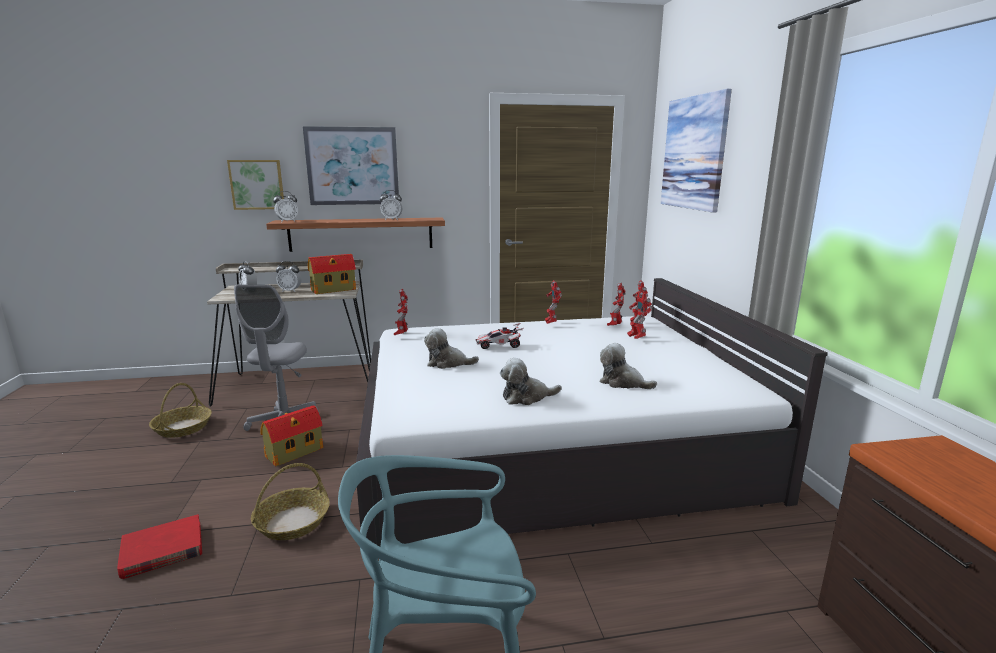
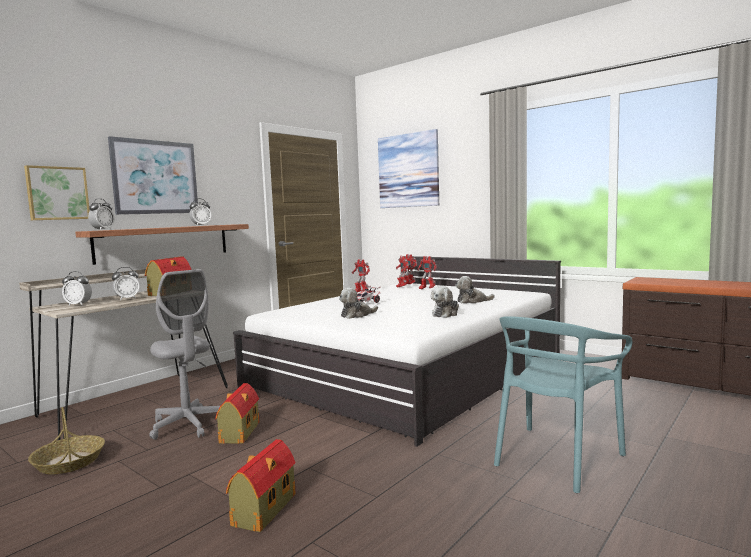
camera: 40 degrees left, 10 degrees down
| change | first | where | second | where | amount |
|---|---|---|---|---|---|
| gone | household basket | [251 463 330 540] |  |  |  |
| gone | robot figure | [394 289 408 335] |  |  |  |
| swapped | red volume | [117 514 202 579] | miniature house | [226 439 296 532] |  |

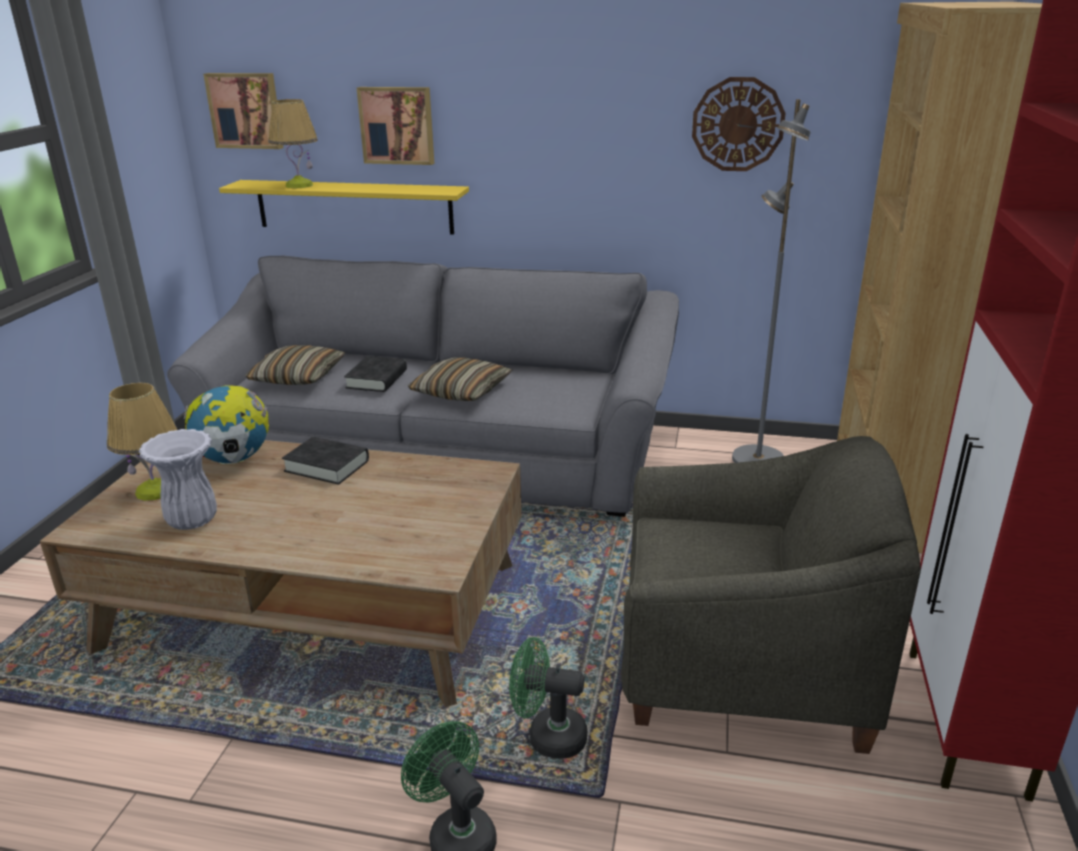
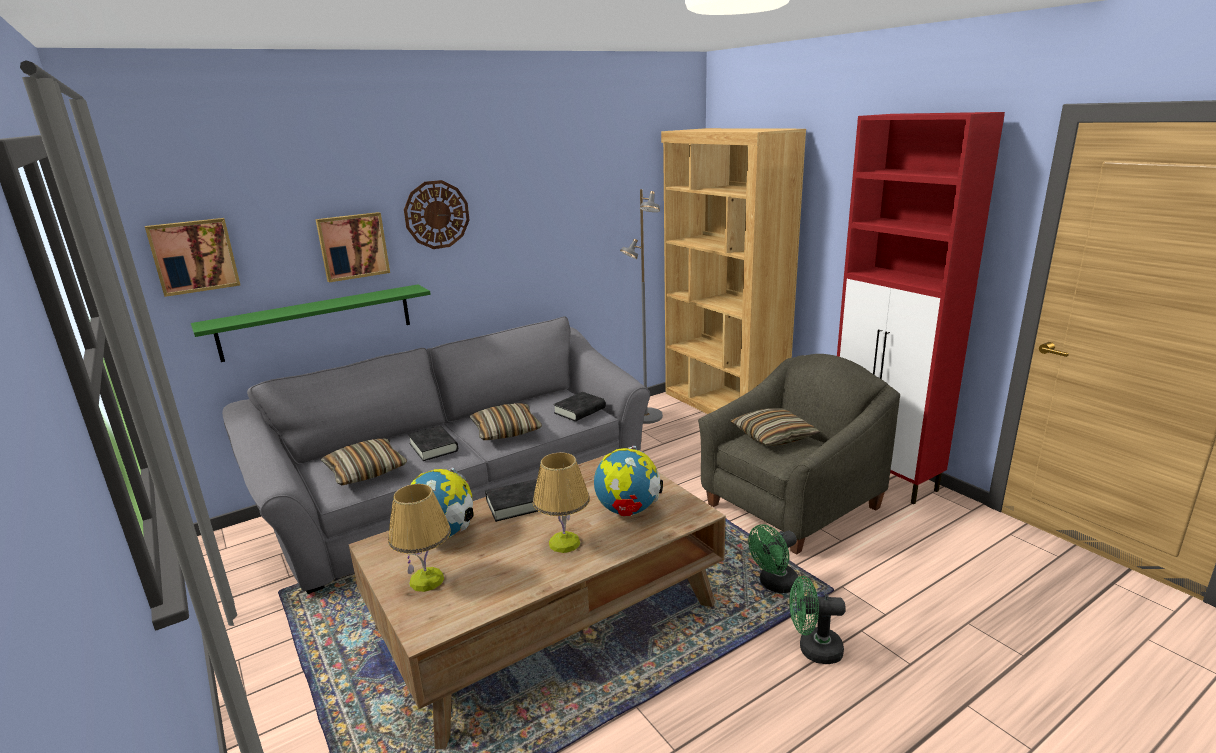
camera: 45 degrees left, 5 degrees down
| change | first | where | second | where | amount |
|---|---|---|---|---|---|
| gone | whitish flower vase | [139 429 217 530] |  |  |  |
| new |  |  | black-coloured volume | [553 392 606 421] |  |
| new |  |  | desk globe | [594 445 663 516] |  |
| new |  |  | throw pillow | [731 408 820 446] |  |
| shifted | lamp for a table | [268 99 318 188] |  | [533 452 590 553] |  |
| shifted | hanging clock | [692 77 786 171] |  | [404 180 469 249] |  |
| repainted | yellowish bracket shelf | [219 180 469 235] | green bracket shelf | [191 284 431 362] |  |

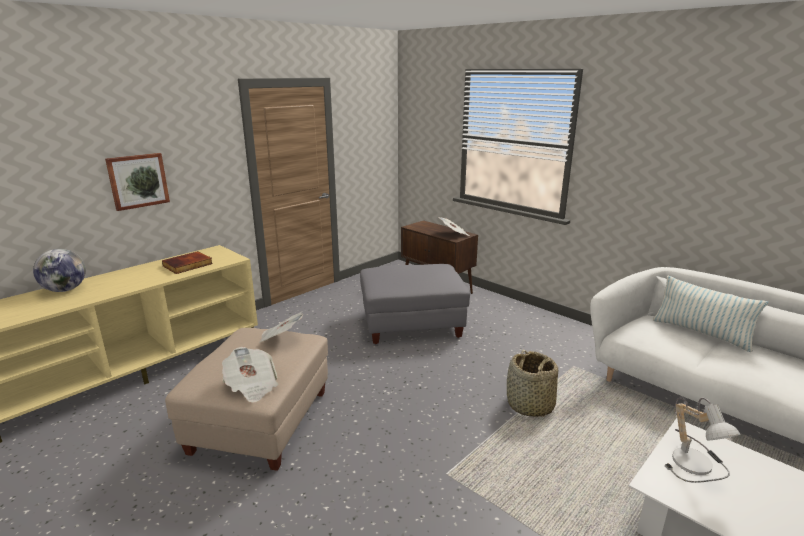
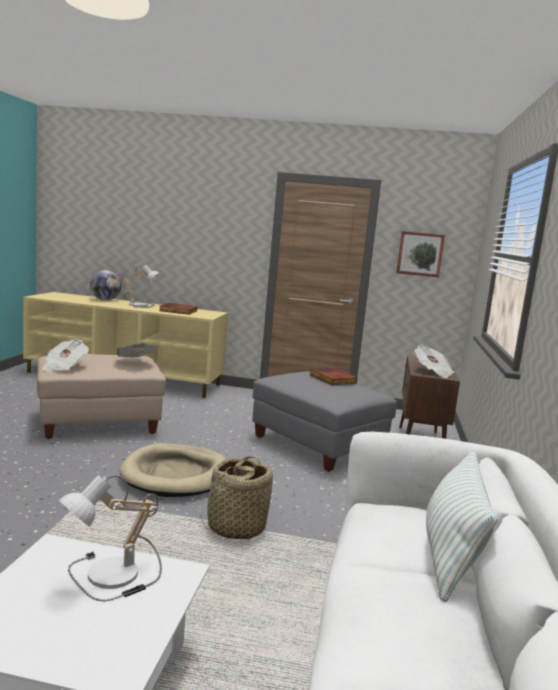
camera: 55 degrees right, 10 degrees down
| change | first | where | second | where | amount |
|---|---|---|---|---|---|
| new |  |  | beige pet bed | [119 443 227 497] |  |
| new |  |  | lamp for a table | [121 265 160 308] |  |
| new |  |  | volume | [310 368 357 385] |  |
| shifted | wall art | [105 153 170 211] |  | [396 231 445 277] |  |

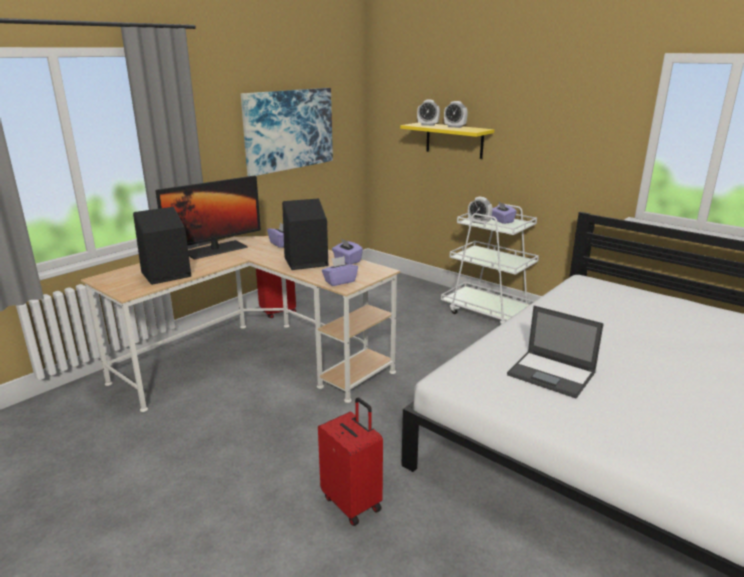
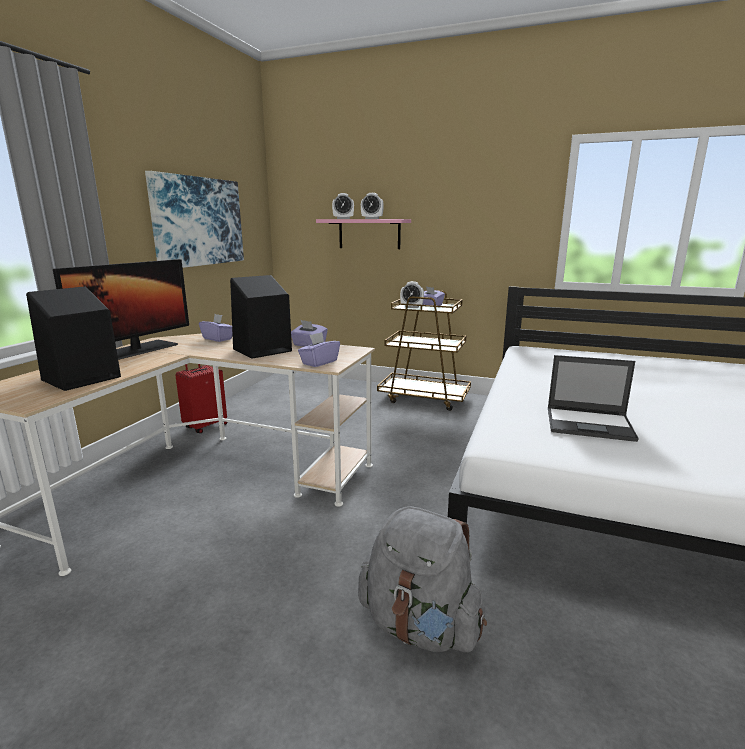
camera: 20 degrees left, 5 degrees down
| change | first | where | second | where | amount |
|---|---|---|---|---|---|
| swapped | red travel case | [318 398 383 526] | grey backpack | [358 506 487 652] |  |
| repainted | yellowish bracket shelf | [400 123 494 159] | pink bracket shelf | [316 219 411 249] |  |
| repainted | whitish cart | [441 204 539 324] | brown-coloured cart | [377 290 471 411] |  |

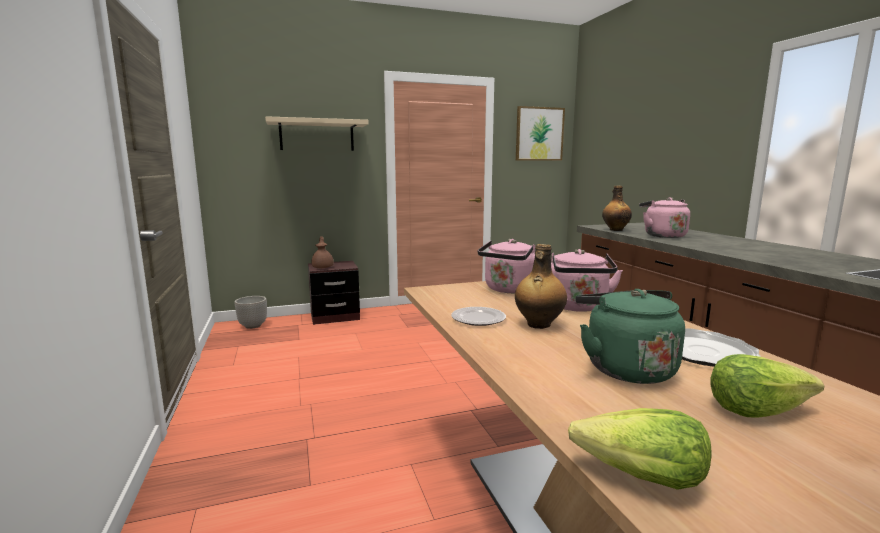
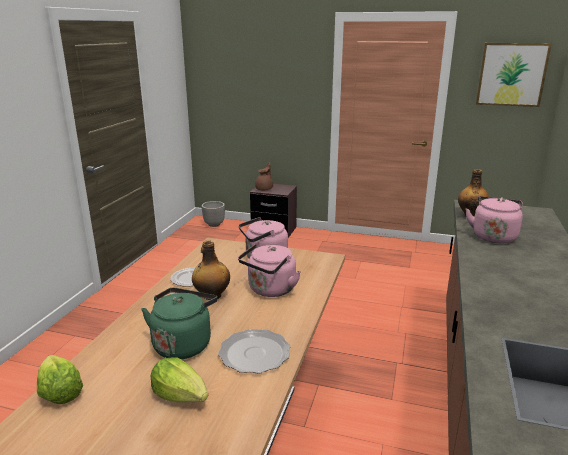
camera: 35 degrees right, 10 degrees up
| change | first | where | second | where | amount |
|---|---|---|---|---|---|
| gone | beige bracket shelf | [265 116 369 151] |  |  |  |

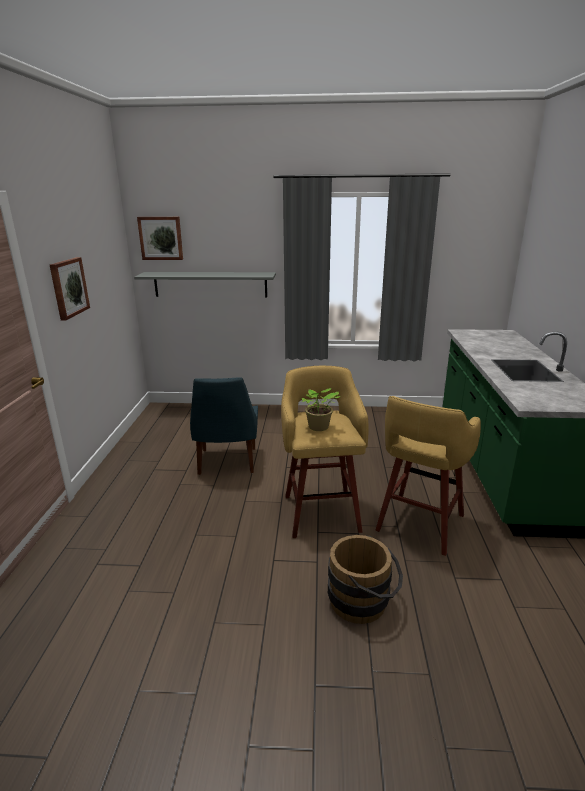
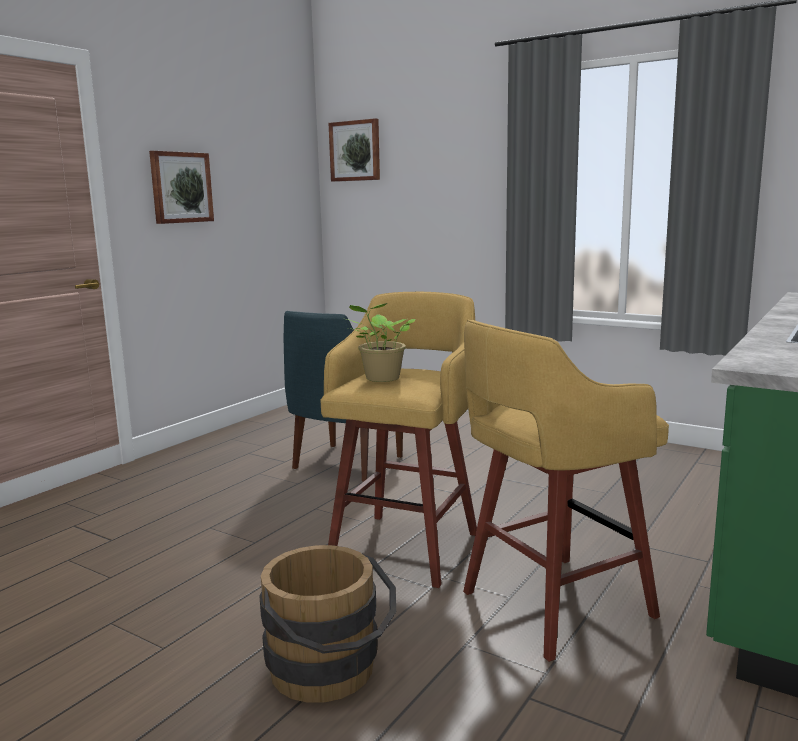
camera: 30 degrees right, 10 degrees down
| change | first | where | second | where | amount |
|---|---|---|---|---|---|
| gone | grey bracket shelf | [134 272 276 297] |  |  |  |

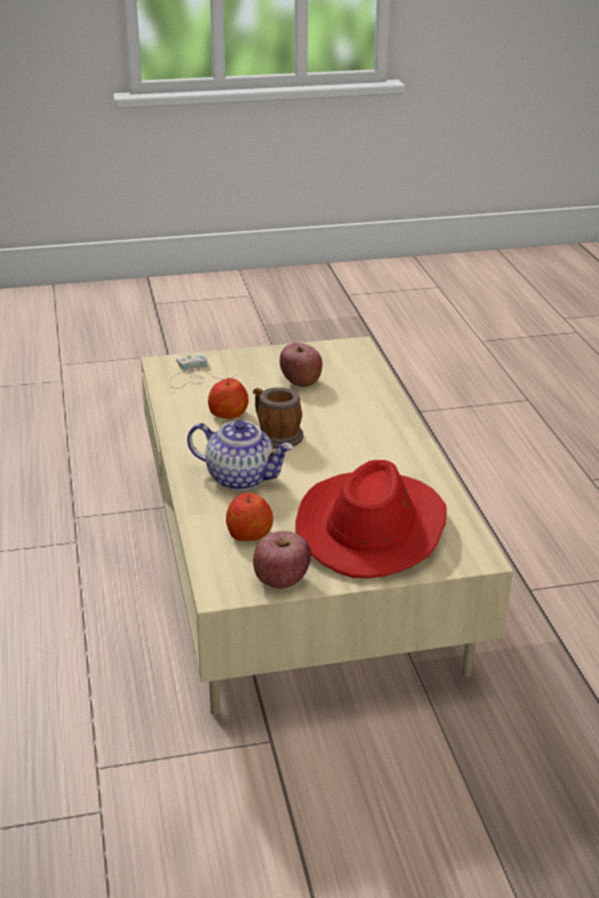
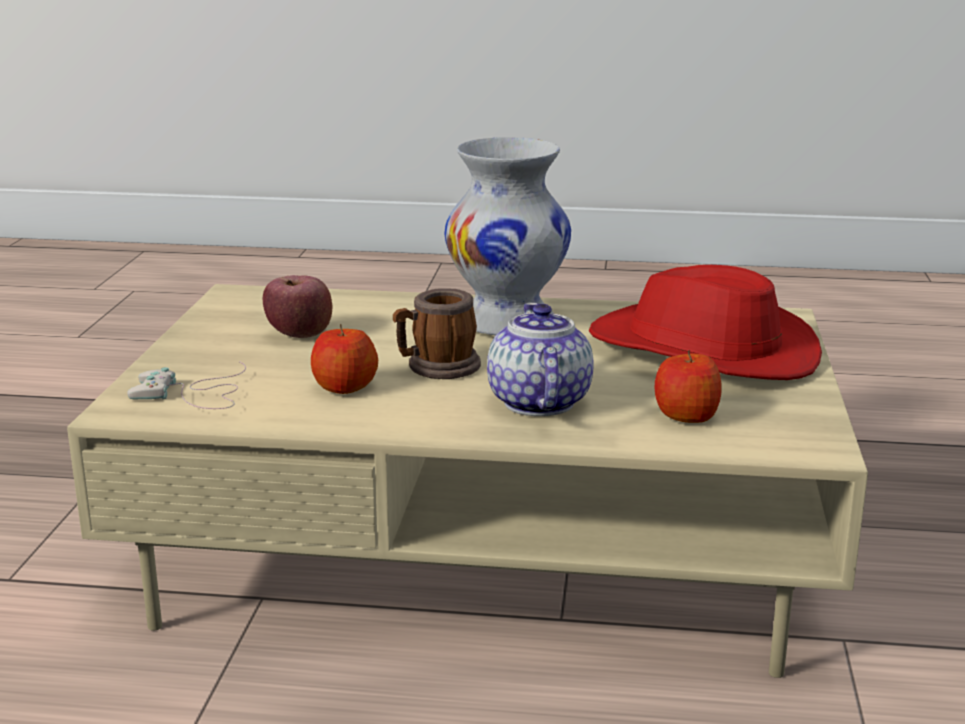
camera: 70 degrees left, 10 degrees down
| change | first | where | second | where | amount |
|---|---|---|---|---|---|
| gone | whole apple | [253 531 311 589] |  |  |  |
| new |  |  | whitish flower vase | [444 137 571 335] |  |
| rotated | teapot | [187 420 294 491] |  | [487 303 594 416] | 45 degrees counterclockwise |

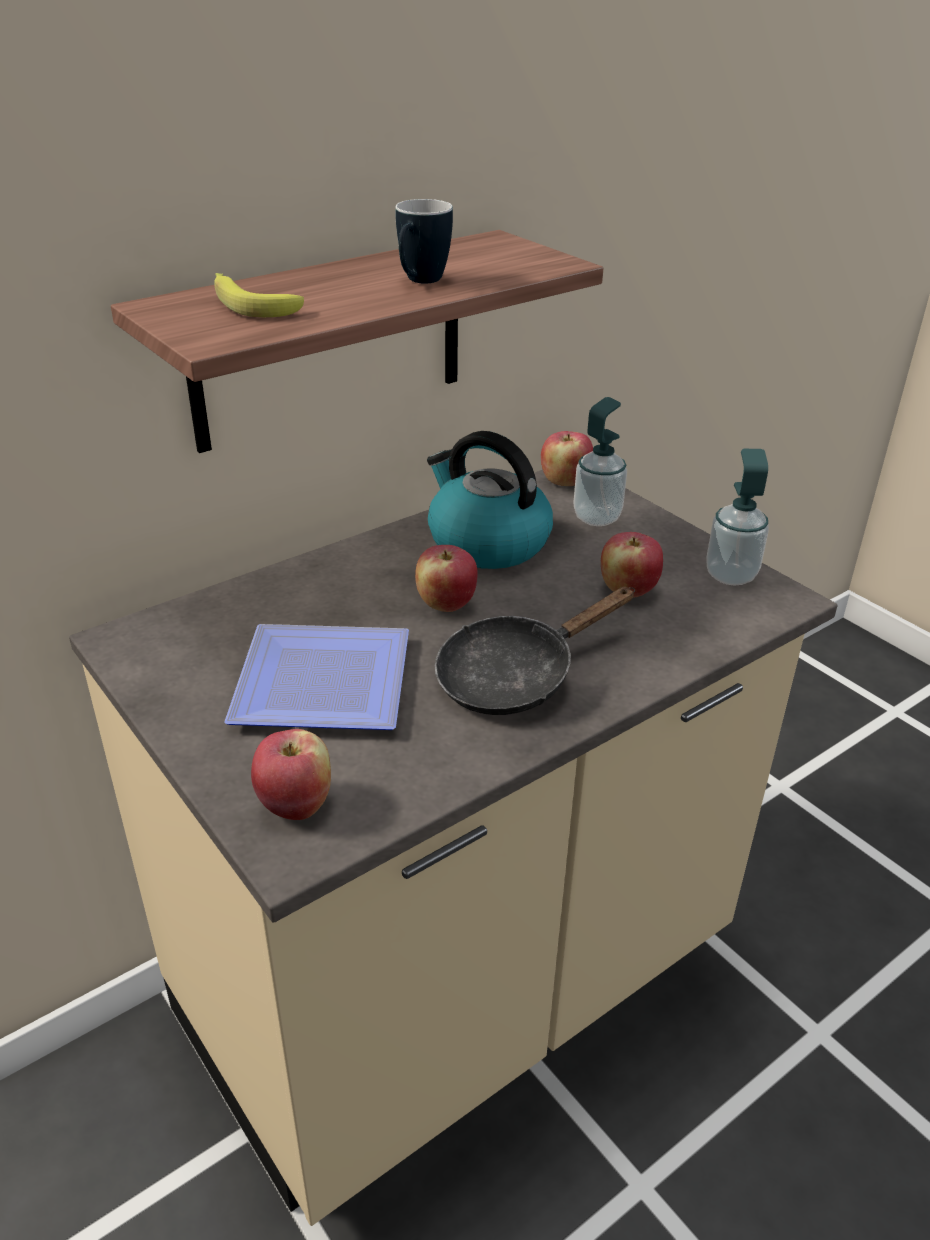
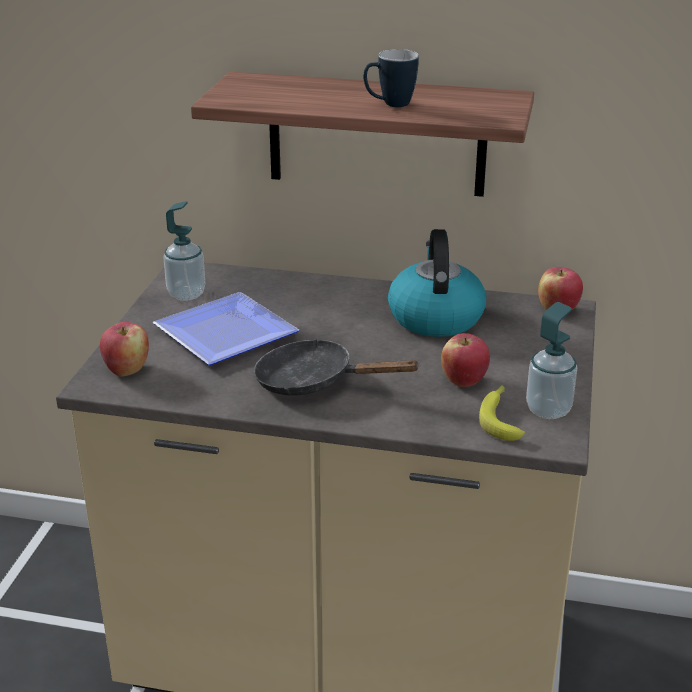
camera: 50 degrees right, 5 degrees down
| change | first | where | second | where | amount |
|---|---|---|---|---|---|
| gone | whole apple | [415 545 478 612] |  |  |  |
| shifted | banana fruit | [214 273 304 317] |  | [479 385 525 441] |  |
| shifted | liquid soap bottle | [573 397 627 526] |  | [163 201 205 301] |  |

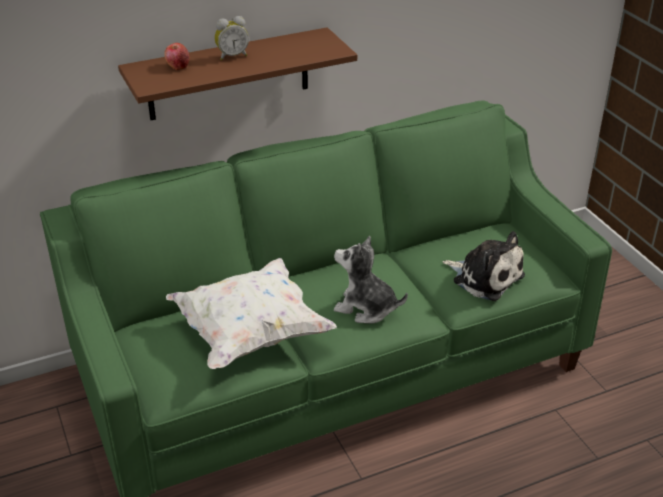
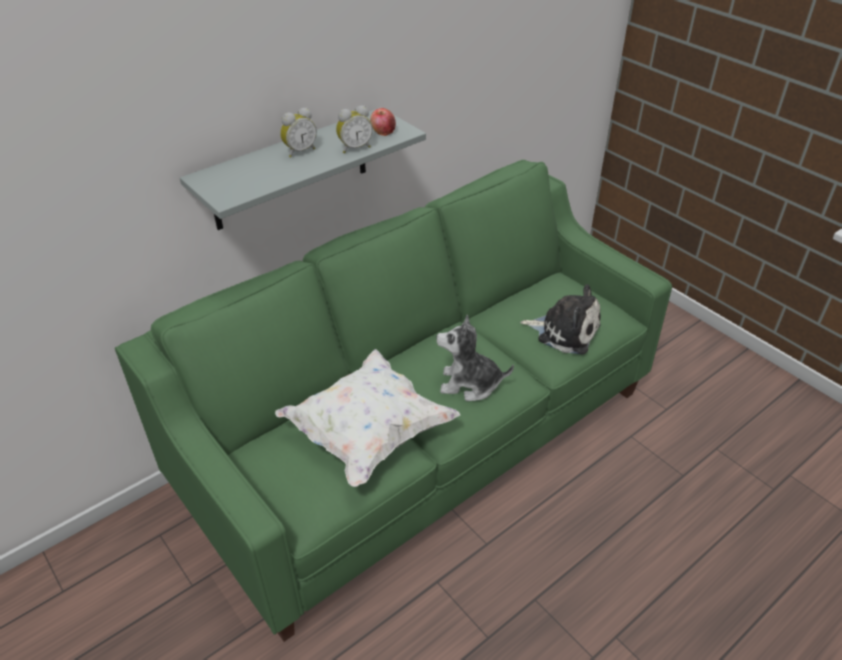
camera: 15 degrees left, 5 degrees up
| change | first | where | second | where | amount |
|---|---|---|---|---|---|
| new |  |  | table clock | [336 106 373 153] |  |
| shifted | whole apple | [164 43 190 70] |  | [370 108 396 136] |  |
| repainted | brown-coloured bracket shelf | [118 27 357 120] | grey bracket shelf | [180 107 426 230] |  |

